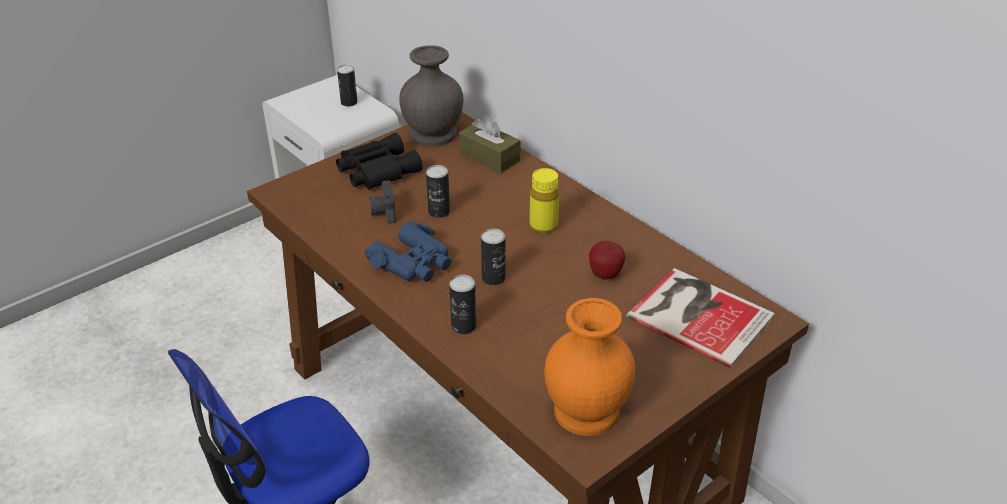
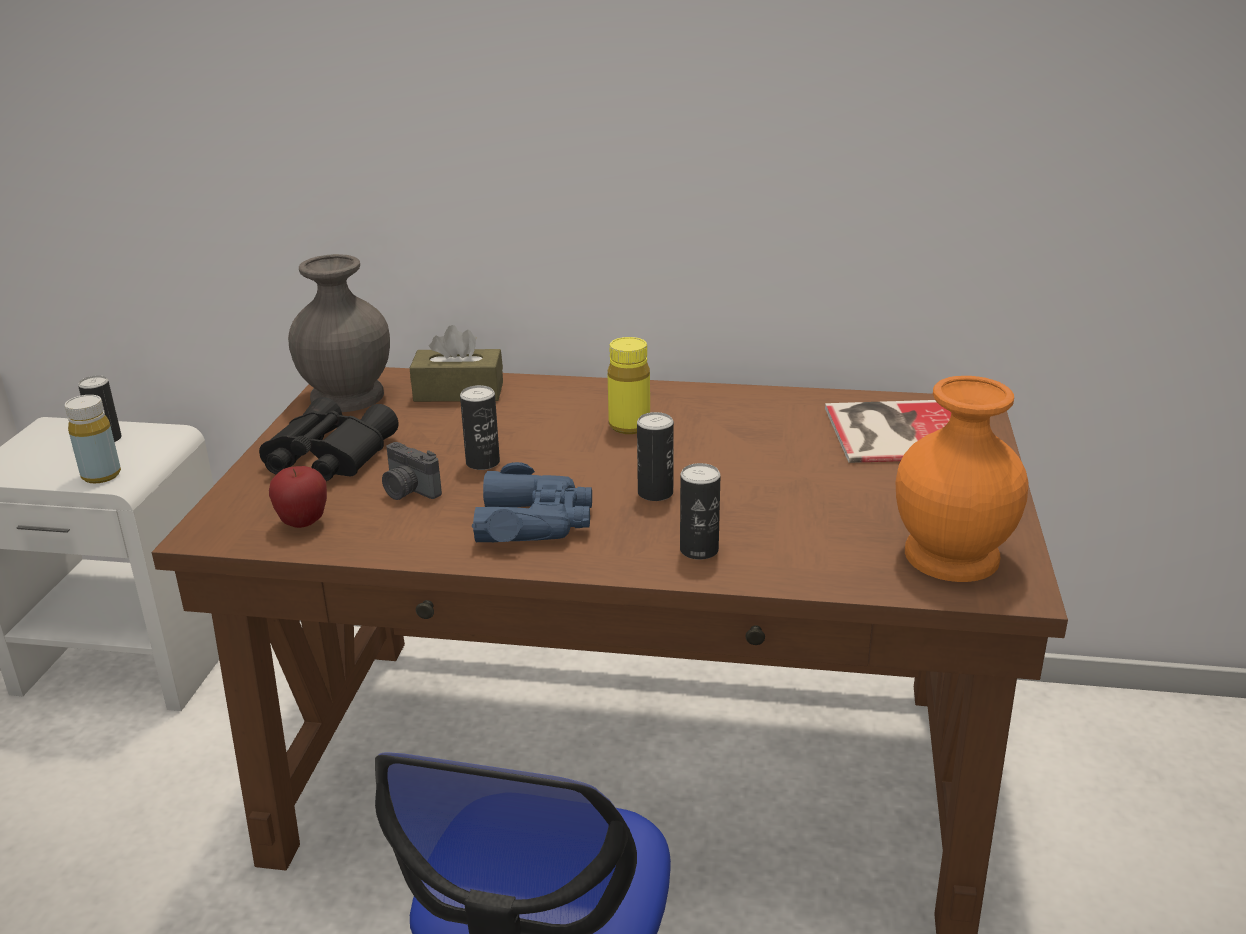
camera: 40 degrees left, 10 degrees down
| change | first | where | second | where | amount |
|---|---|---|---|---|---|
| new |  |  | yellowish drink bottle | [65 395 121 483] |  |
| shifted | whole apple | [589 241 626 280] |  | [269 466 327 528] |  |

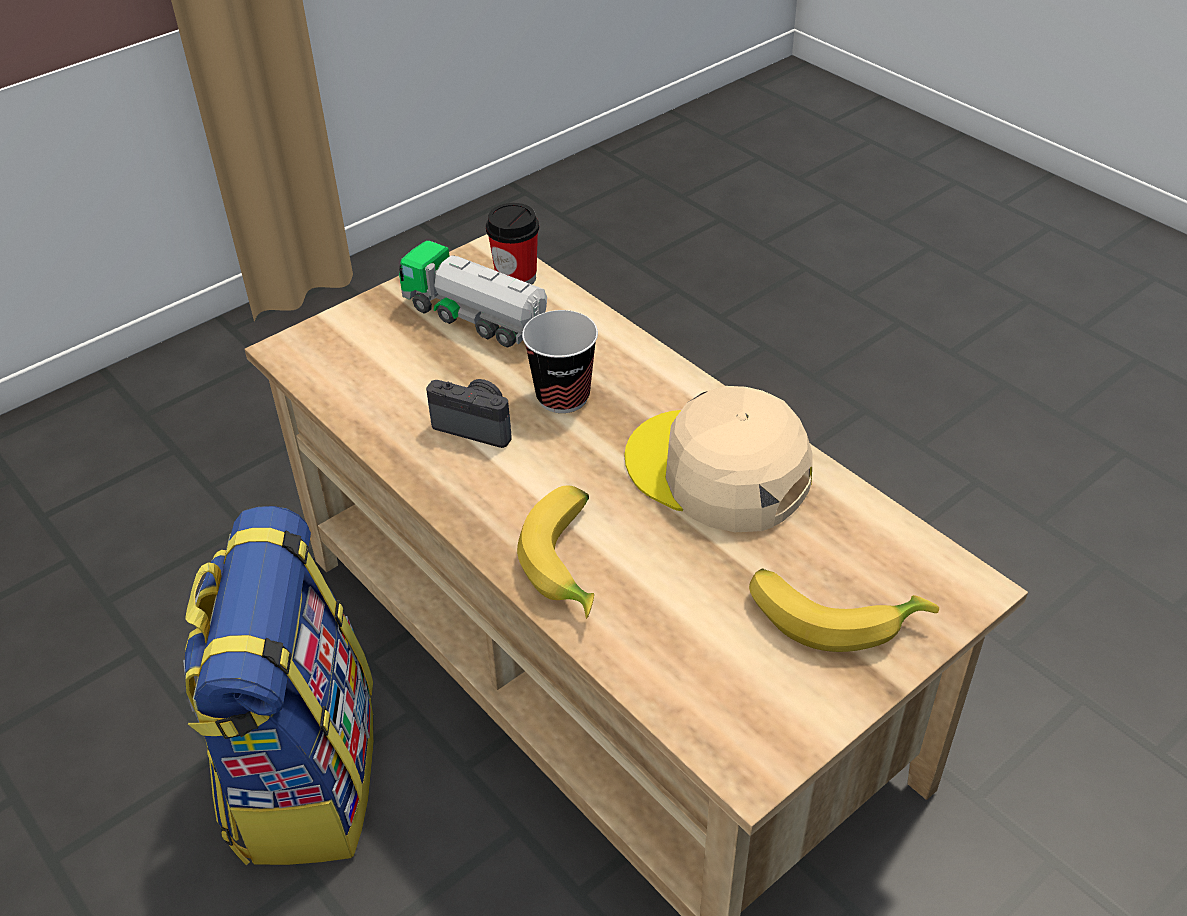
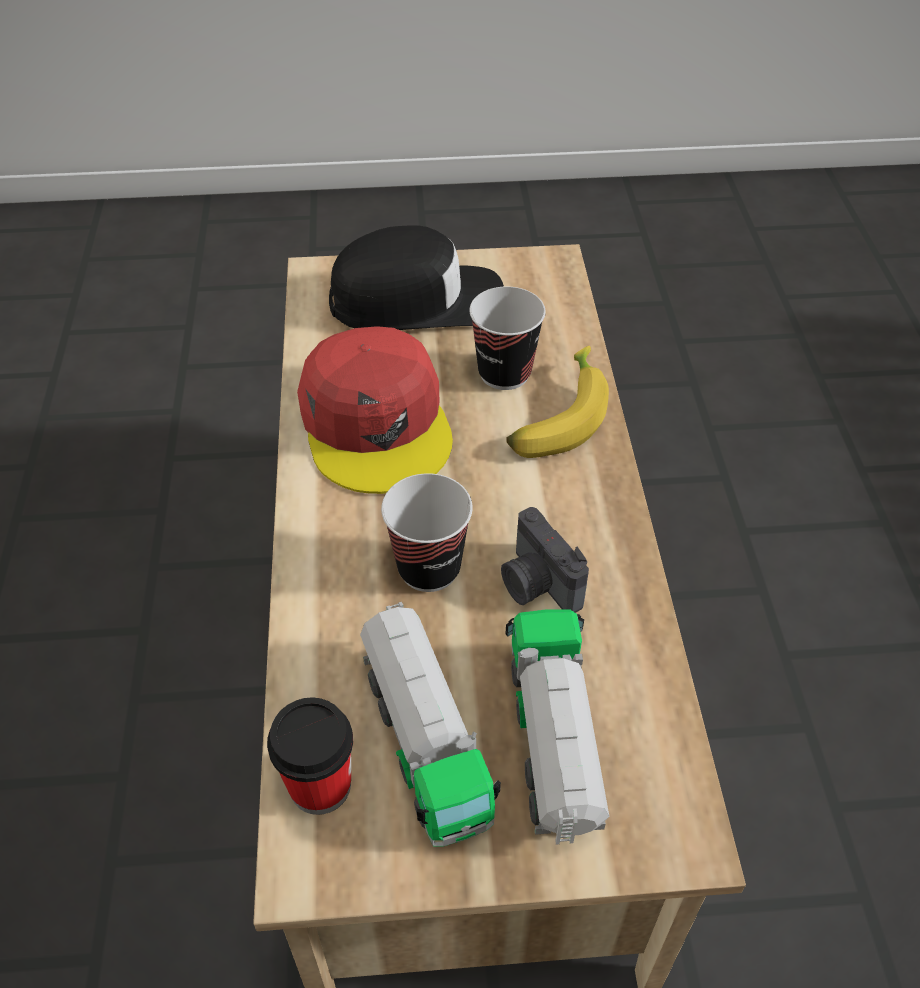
camera: 145 degrees left, 5 degrees up
| change | first | where | second | where | amount |
|---|---|---|---|---|---|
| gone | backpack | [183 506 374 866] |  |  |  |
| new |  |  | cup | [469 287 546 390] |  |
| new |  |  | toy lorry | [505 609 609 845] |  |
| swapped | banana fruit | [749 568 939 652] | black-coloured peaked cap | [329 225 504 330] |  |
| repainted | beige peaked cap | [625 386 812 532] | red peaked cap | [297 326 453 494] |  |

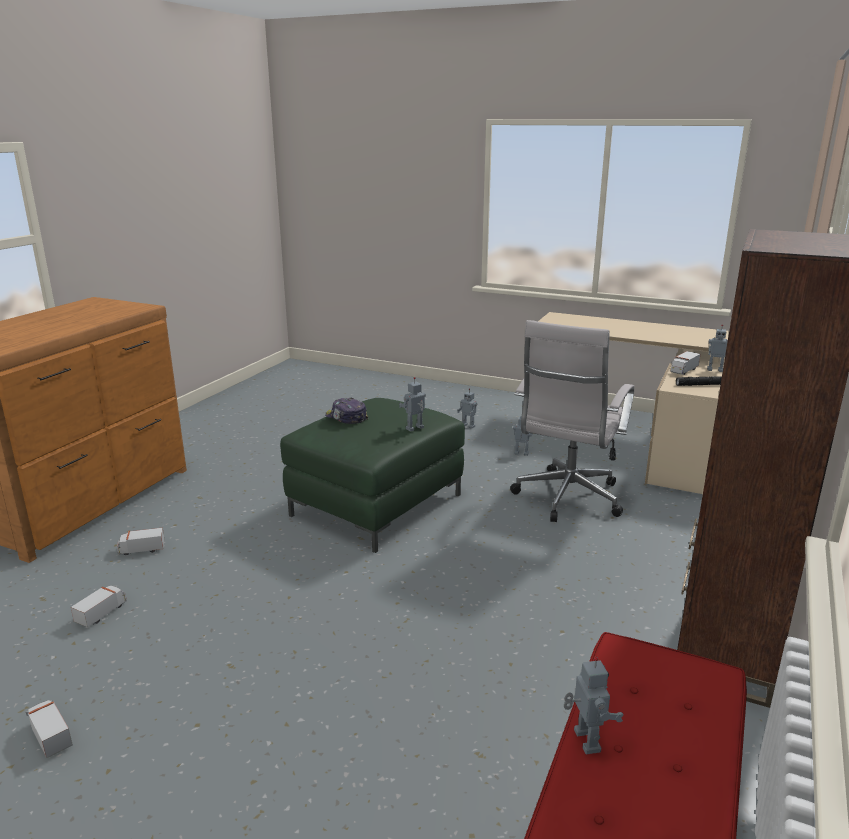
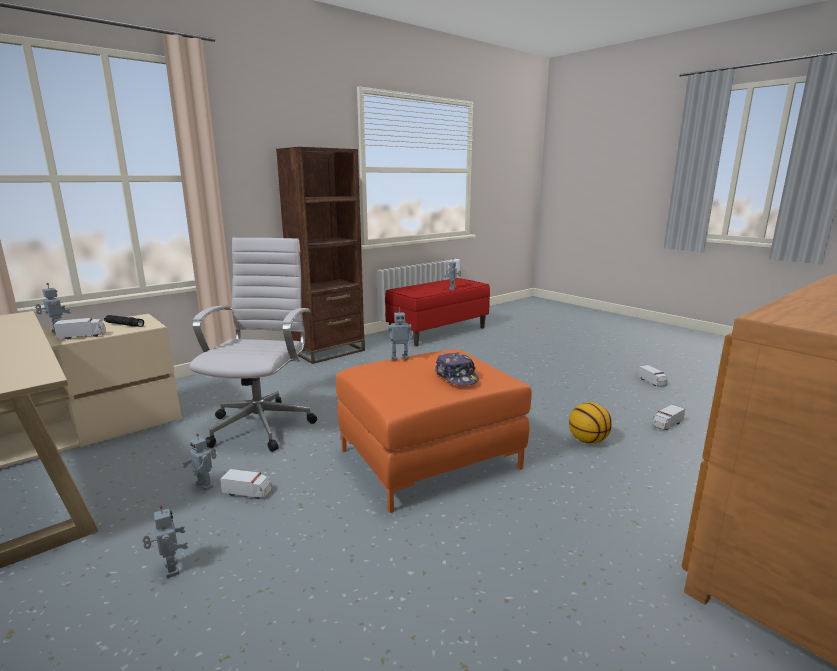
camera: 155 degrees left, 5 degrees down
| change | first | where | second | where | amount |
|---|---|---|---|---|---|
| new |  |  | ball for basketball | [569 402 612 444] |  |
| shifted | toy lorry | [117 528 165 555] |  | [220 469 272 499] |  |
| repainted | green pouffe | [280 398 465 553] | orange pouffe | [336 350 532 513] |  |
| rotated | whitish computer chair | [510 320 635 522] |  | [190 238 317 452] | 45 degrees counterclockwise |

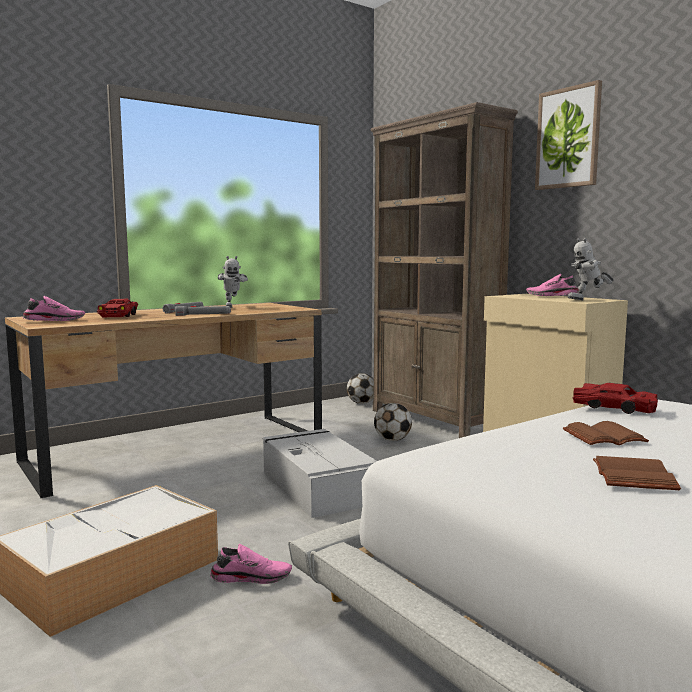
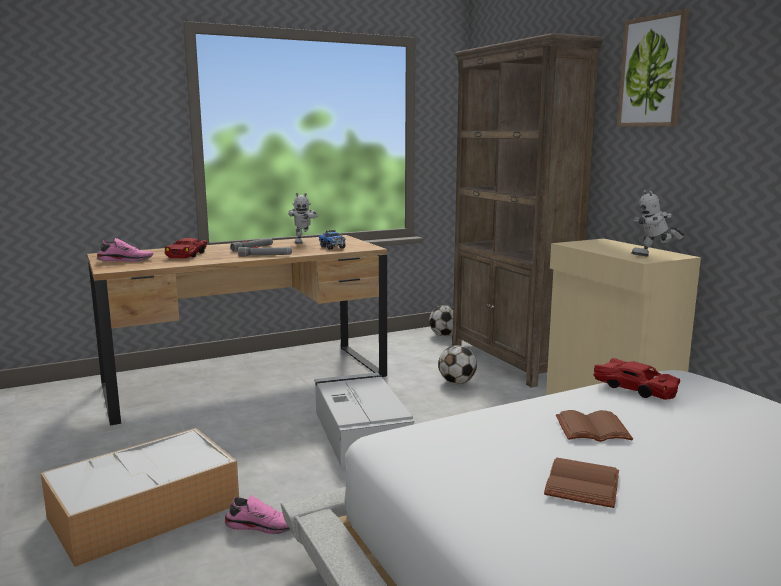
camera: 10 degrees right, 5 degrees up
| change | first | where | second | where | amount |
|---|---|---|---|---|---|
| gone | pink low shoe | [526 274 579 296] |  |  |  |
| new |  |  | toy lorry | [319 230 346 250] |  |

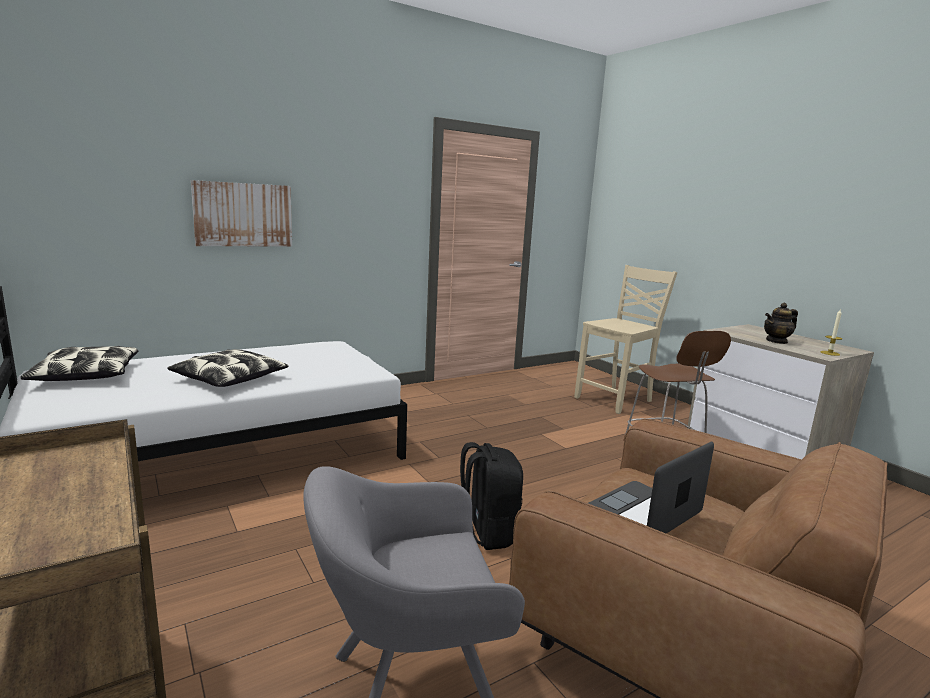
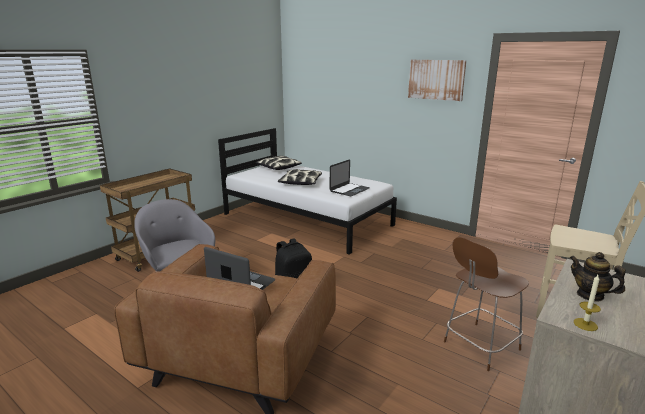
camera: 70 degrees right, 5 degrees up
| change | first | where | second | where | amount |
|---|---|---|---|---|---|
| new |  |  | portable computer | [330 159 370 196] |  |
| shifted | wall art | [191 180 292 246] |  | [408 60 467 101] |  |

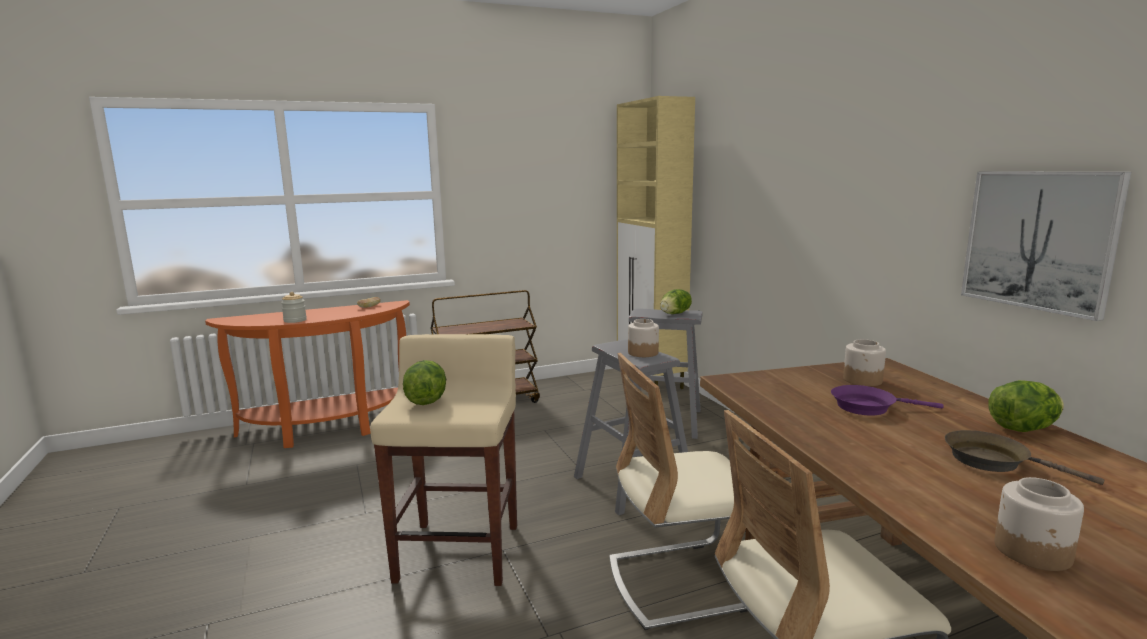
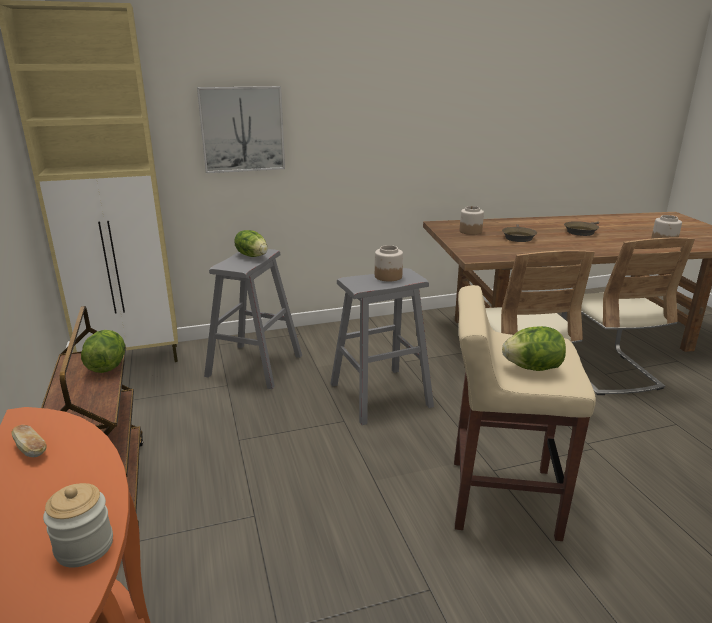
camera: 85 degrees left, 10 degrees up
| change | first | where | second | where | amount |
|---|---|---|---|---|---|
| shifted | wall art | [961 171 1131 321] |  | [197 86 285 173] |  |
| shifted | lettuce head | [988 380 1064 432] |  | [81 330 125 373] |  |
| repainted | purple pan | [831 385 944 416] | brown-coloured pan | [502 224 537 242] |  |

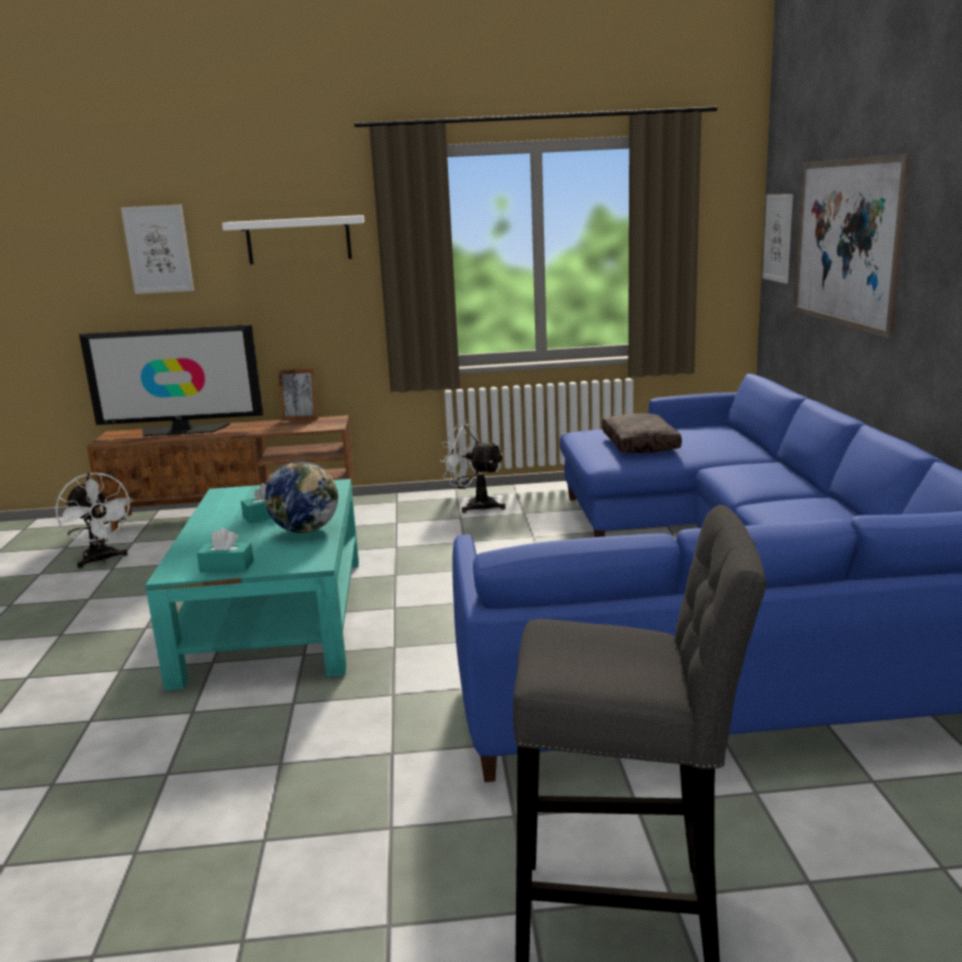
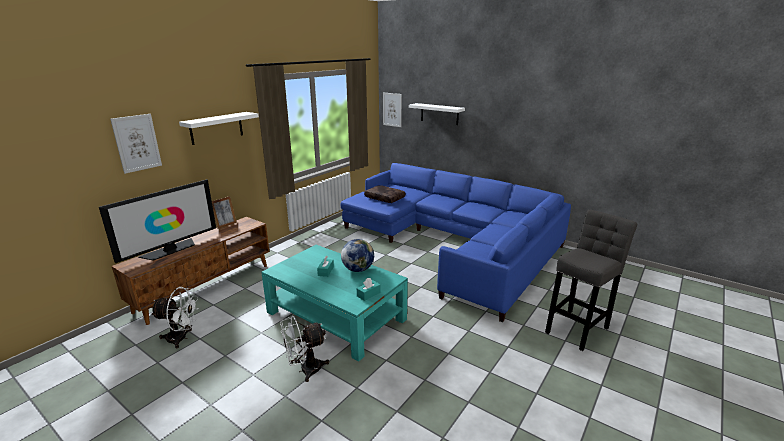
camera: 50 degrees left, 5 degrees up
| change | first | where | second | where | amount |
|---|---|---|---|---|---|
| shifted | whitish fan | [440 424 505 513] |  | [280 315 329 382] |  |
| swapped | wall art | [793 153 911 339] | whitish bracket shelf | [409 103 465 125] |  |

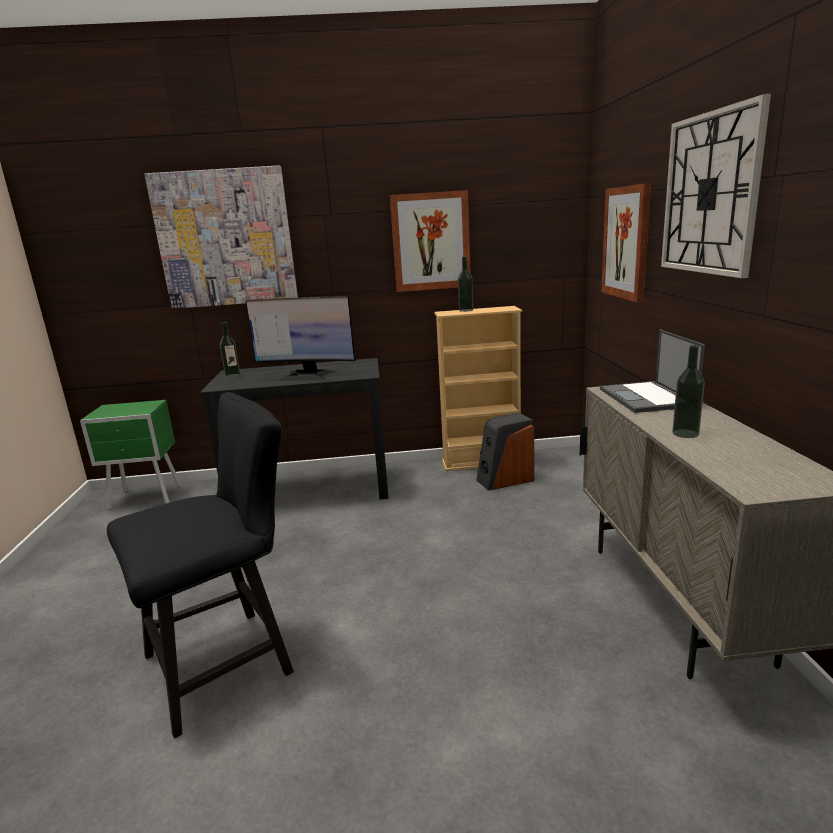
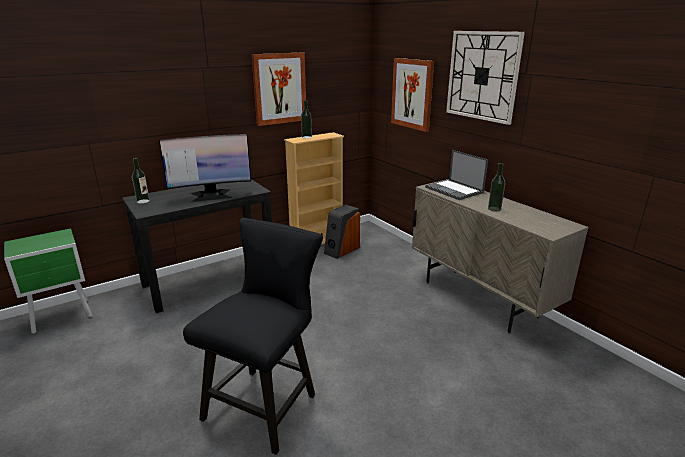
camera: 30 degrees left, 5 degrees up
| change | first | where | second | where | amount |
|---|---|---|---|---|---|
| gone | wall art | [144 165 298 309] |  |  |  |

